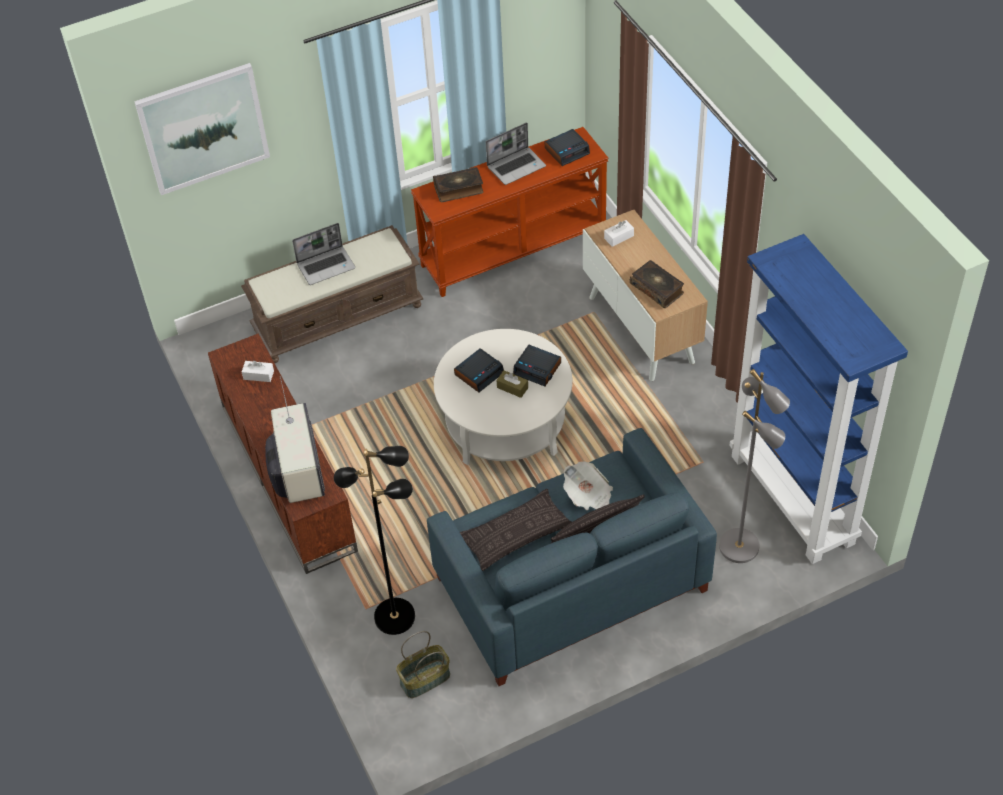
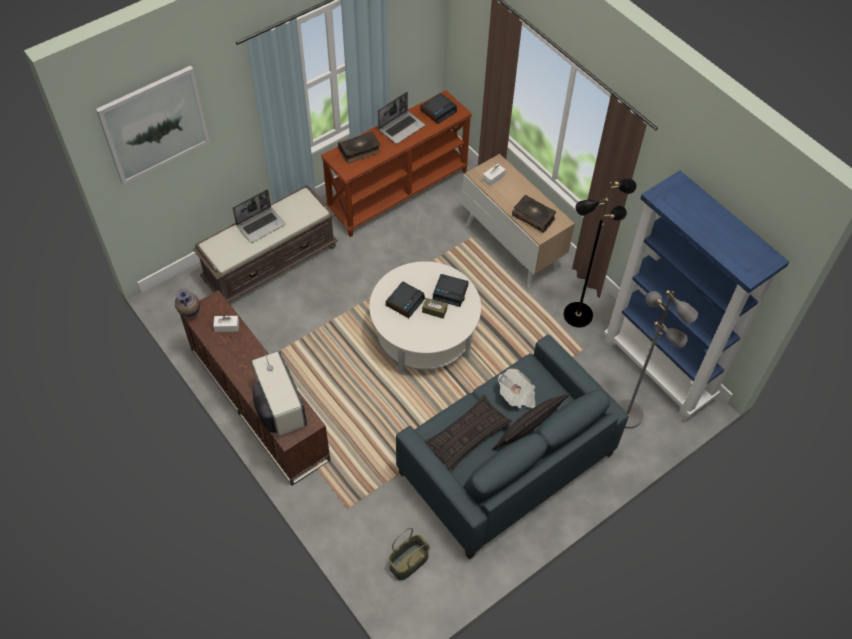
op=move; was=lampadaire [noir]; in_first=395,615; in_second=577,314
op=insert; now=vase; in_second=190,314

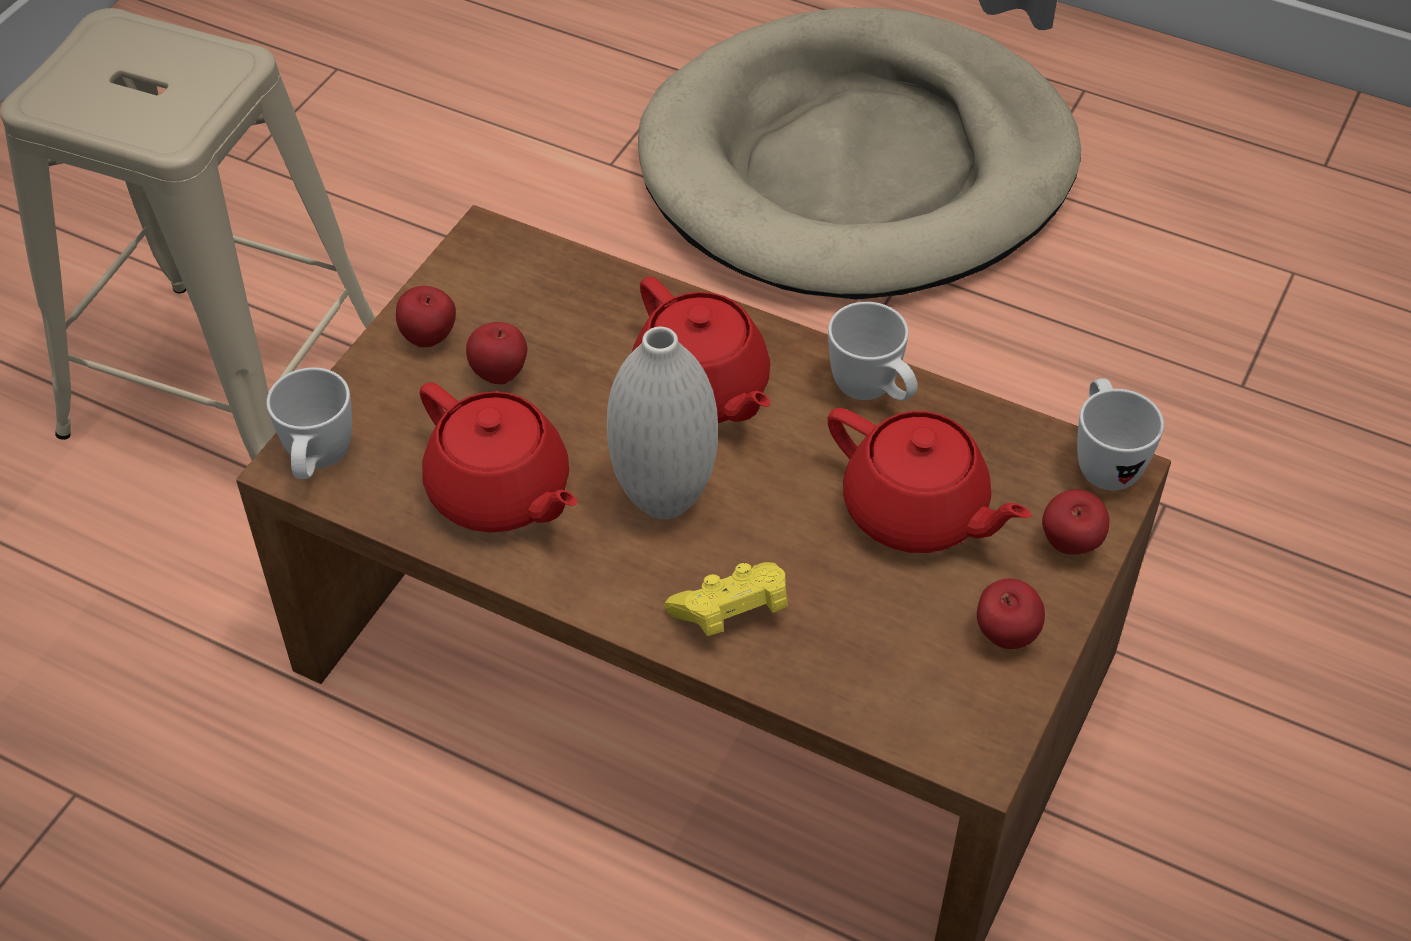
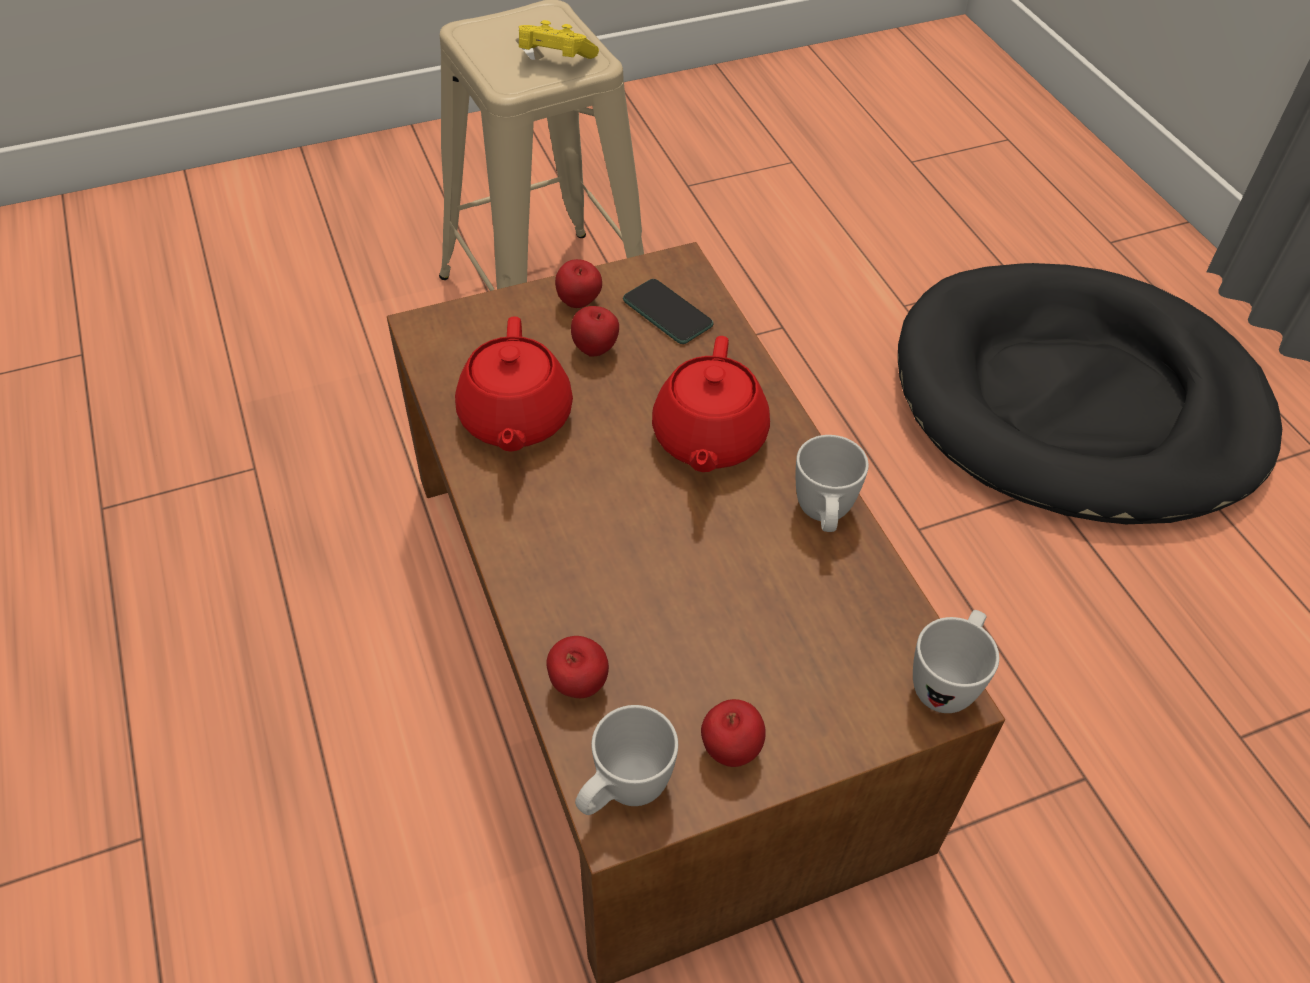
op=move; was=mug [blanc]; in_first=318,463; in_second=623,793
op=delete; was=vase [blanc]; in_first=664,500
op=recolor; was=panier pour chien [beige]; now=panier pour chien [noir]; in_first=858,168; in_second=1076,402
op=move; was=manette [jaune]; in_first=731,613; in_second=554,59
op=delete; was=théière [rouge]; in_first=917,512
op=move; was=pomme; in_first=1070,546; in_second=578,685
op=insert; now=téléphone; in_second=667,313

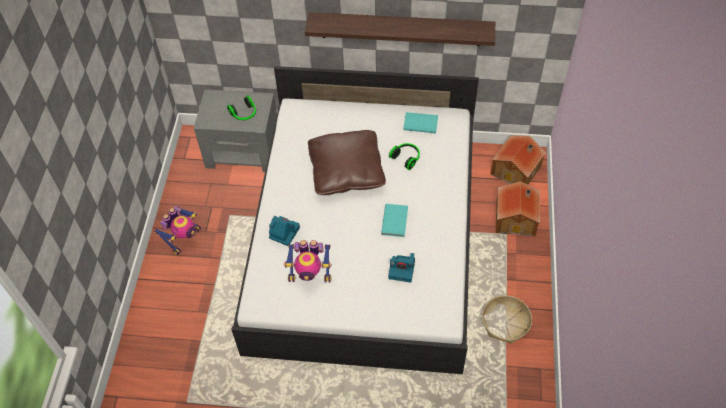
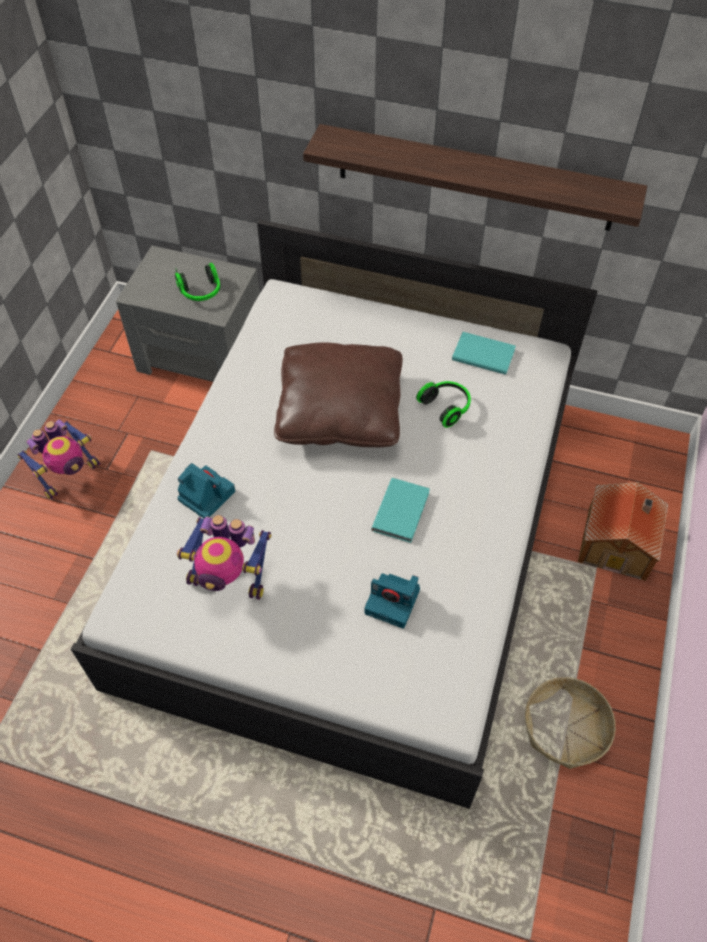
op=delete; was=maison miniature; in_first=517,170

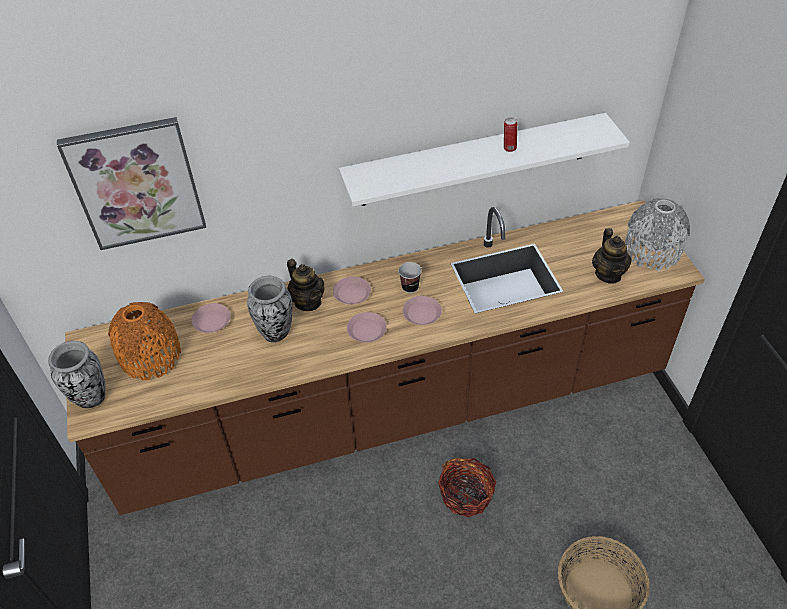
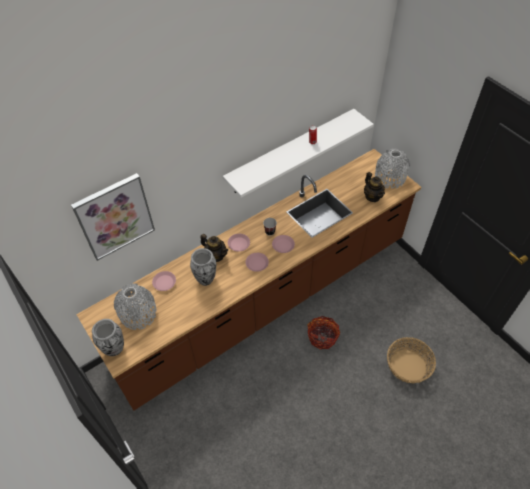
op=recolor; was=vase [orange]; now=vase [gris]; in_first=151,356; in_second=138,314

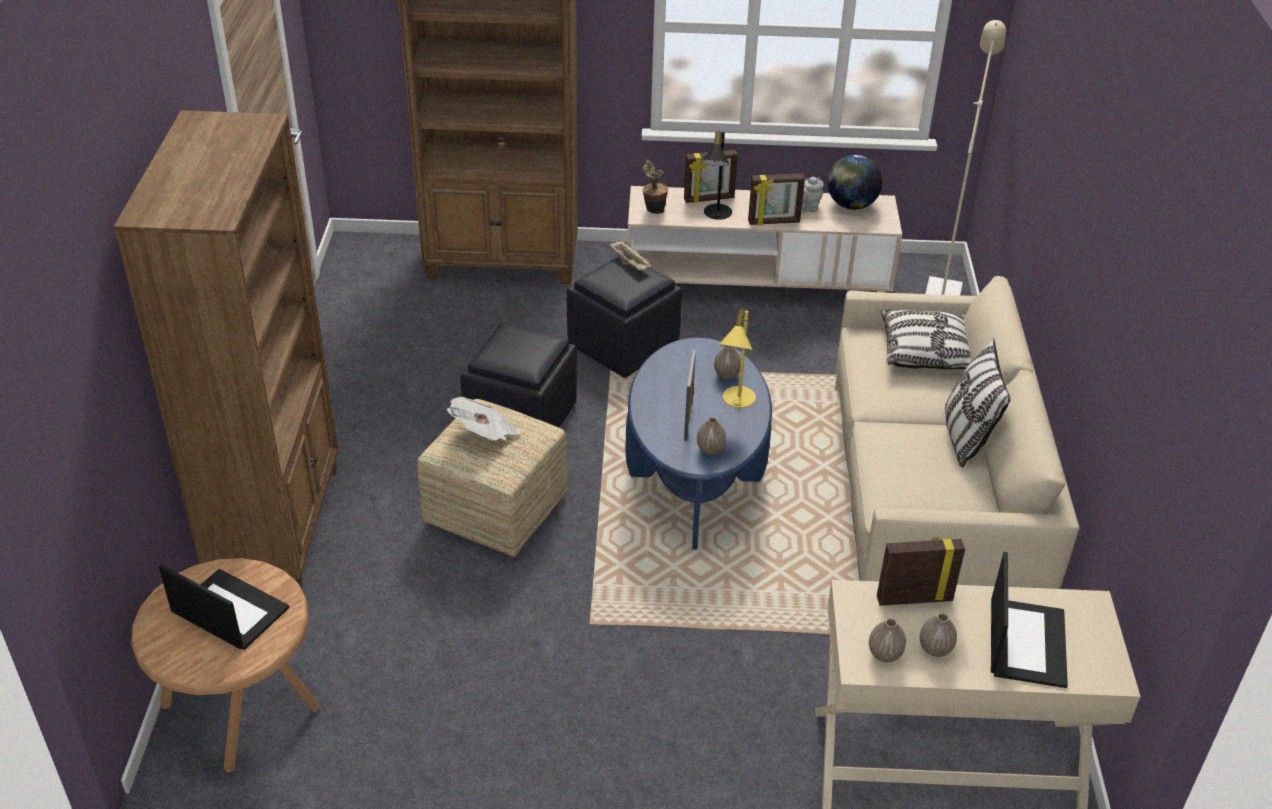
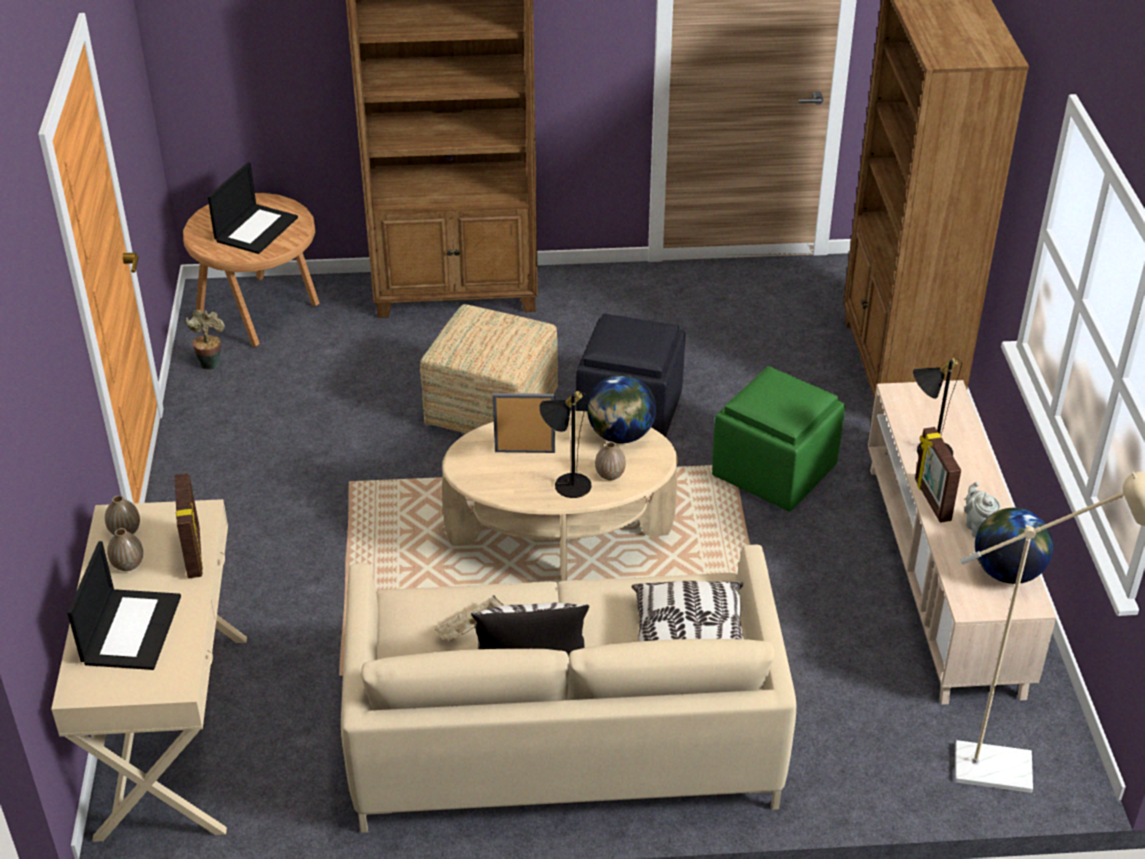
op=delete; was=journal; in_first=485,433
op=recolor; was=pouf [noir]; now=pouf [vert]; in_first=623,345; in_second=775,471
op=move; was=plateau [beige]; in_first=630,263; in_second=470,628
op=recolor; was=table basse [bleu]; now=table basse [beige]; in_first=695,478; in_second=560,540
op=move; was=plante en pot; in_first=653,210; in_second=210,362
op=delete; was=cadre photo; in_first=709,199
op=delete; was=vase; in_first=710,449
op=recolor; was=lampe de table [jaune]; now=lampe de table [noir]; in_first=735,401; in_second=566,483
op=rotate; was=ordinateur portable; in_first=1025,642; in_second=131,629; clockwise=-90
op=insert; now=globe; in_second=620,435

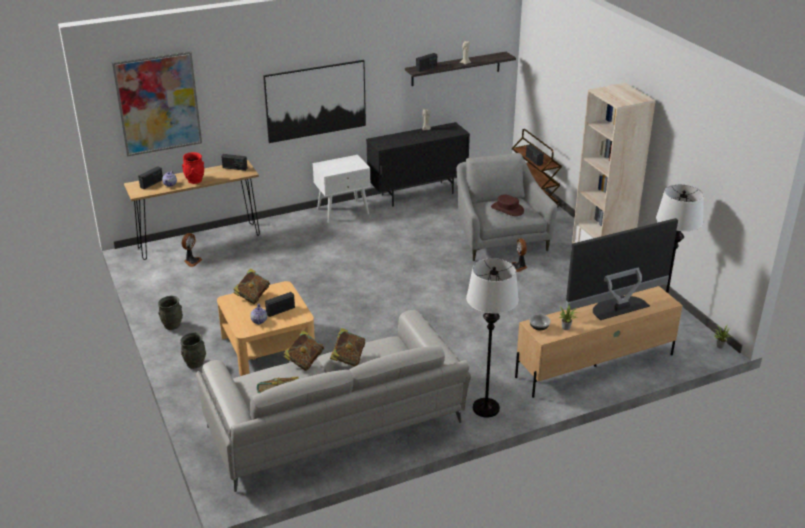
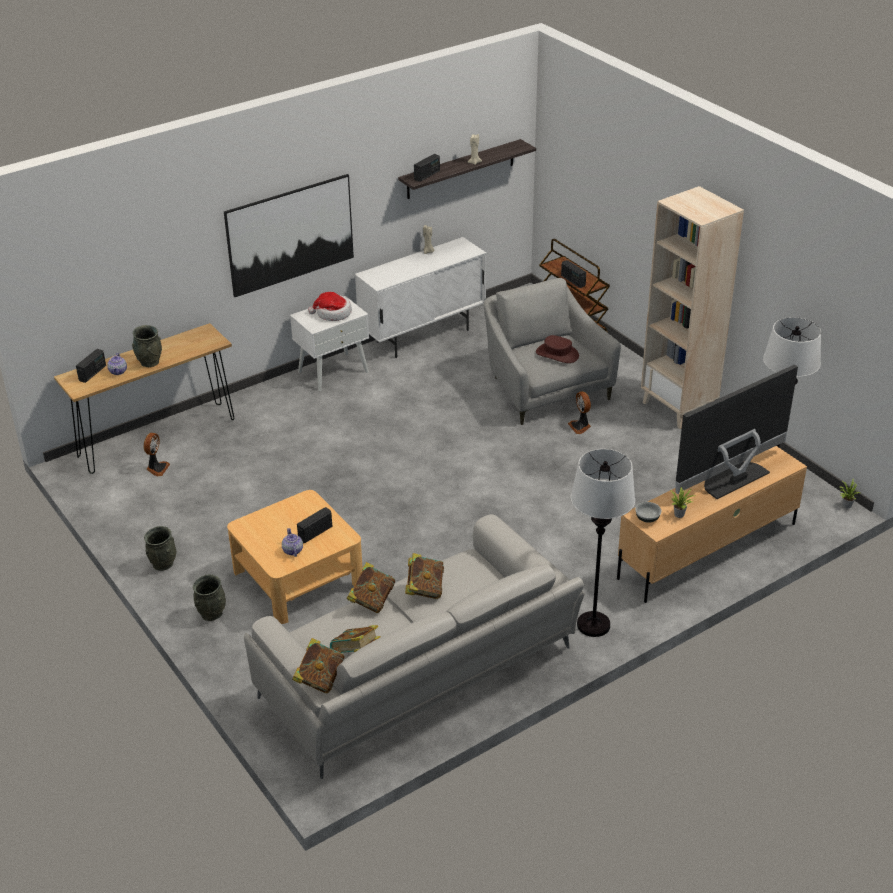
op=delete; was=tableau; in_first=158,103
op=recolor; was=vase [rouge]; now=vase [gris]; in_first=194,180; in_second=149,362
op=delete; was=radio; in_first=235,168
op=move; was=livre; in_first=253,297; in_second=319,679
op=recolor; was=meuble de rangement [noir]; now=meuble de rangement [blanc]; in_first=417,194; in_second=423,336
op=insert; now=chapeau; in_second=332,313

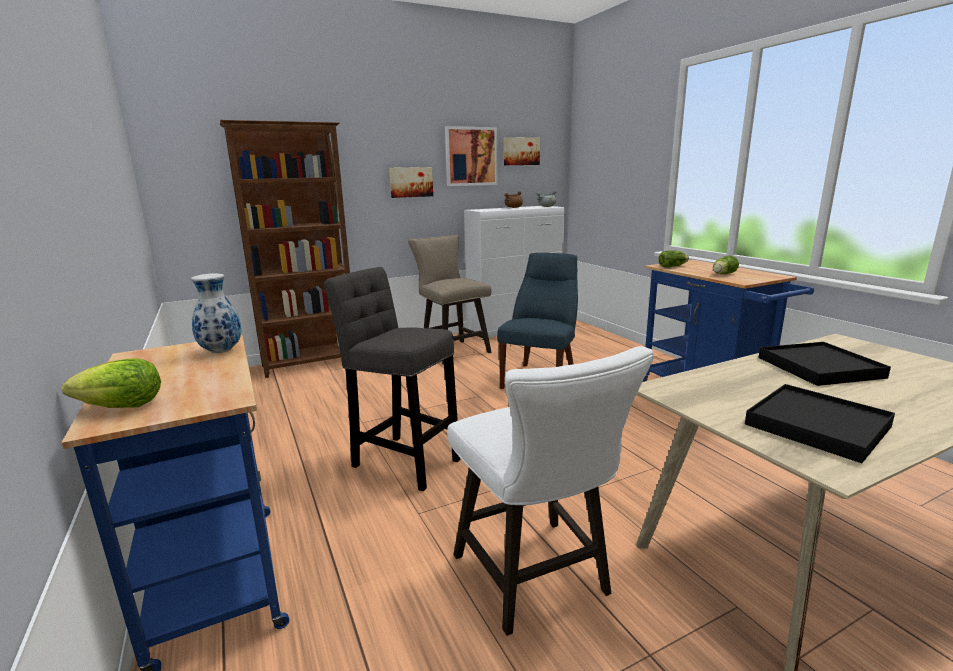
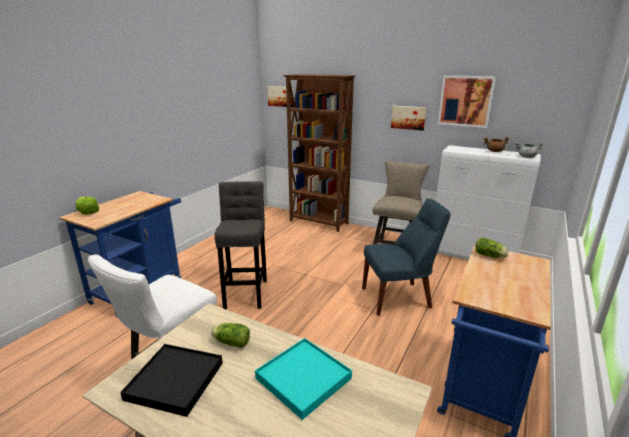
op=delete; was=vase; in_first=222,351
op=move; was=tableau; in_first=521,151; in_second=281,96
op=move; was=laitue; in_first=723,274; in_second=230,342
op=recolor; was=plateau [noir]; now=plateau [turquoise]; in_first=819,367; in_second=303,378

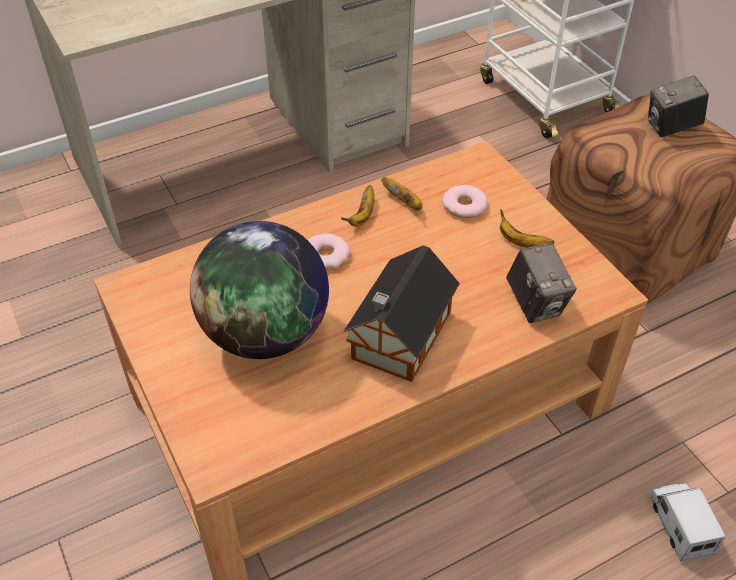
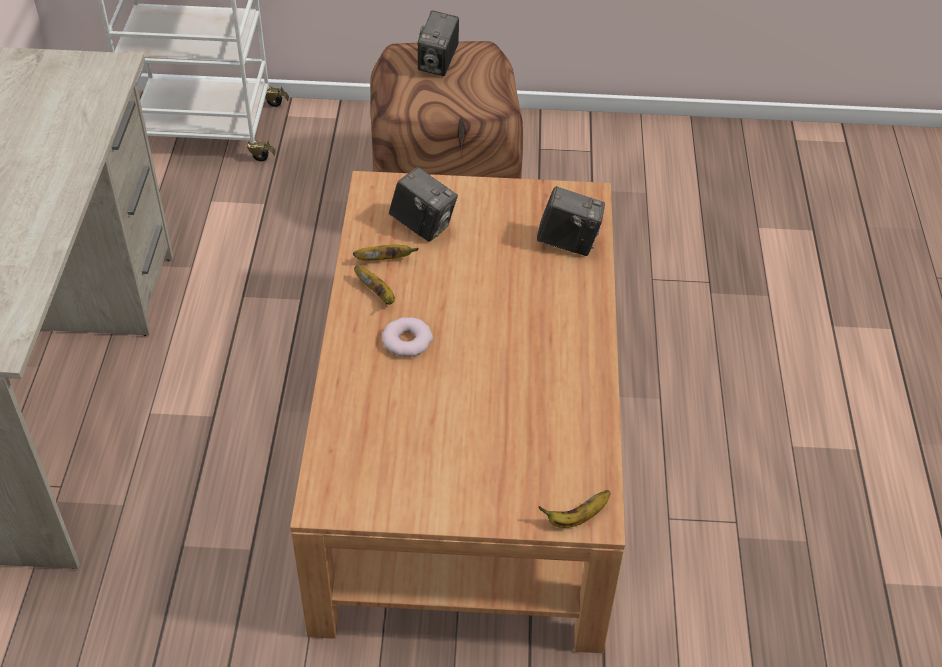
op=delete; was=globe; in_first=266,334
op=delete; was=maison miniature; in_first=398,338
op=replace; was=beignet; now=appareil photo; in_first=464,205; in_second=423,225
op=move; was=banane; in_first=521,243; in_second=576,518
op=delete; was=camion jouet; in_first=680,526

